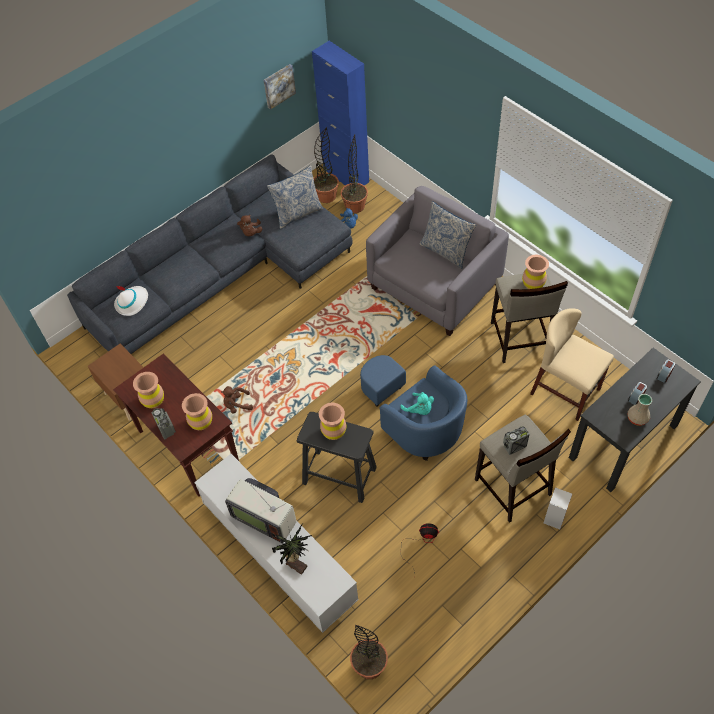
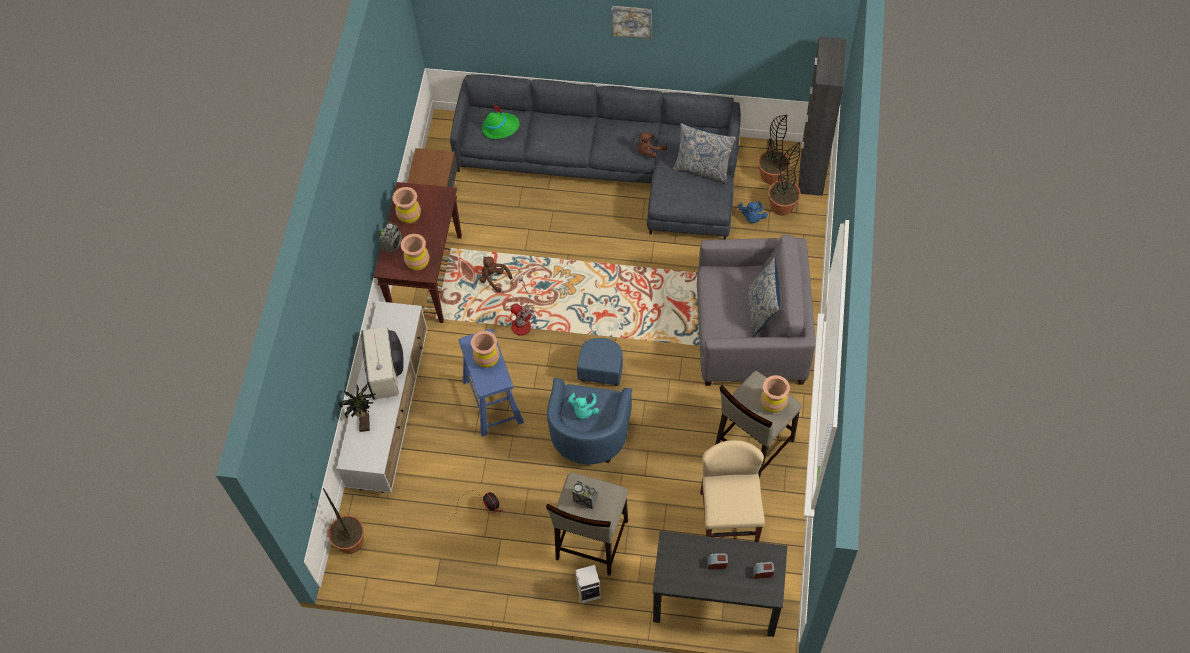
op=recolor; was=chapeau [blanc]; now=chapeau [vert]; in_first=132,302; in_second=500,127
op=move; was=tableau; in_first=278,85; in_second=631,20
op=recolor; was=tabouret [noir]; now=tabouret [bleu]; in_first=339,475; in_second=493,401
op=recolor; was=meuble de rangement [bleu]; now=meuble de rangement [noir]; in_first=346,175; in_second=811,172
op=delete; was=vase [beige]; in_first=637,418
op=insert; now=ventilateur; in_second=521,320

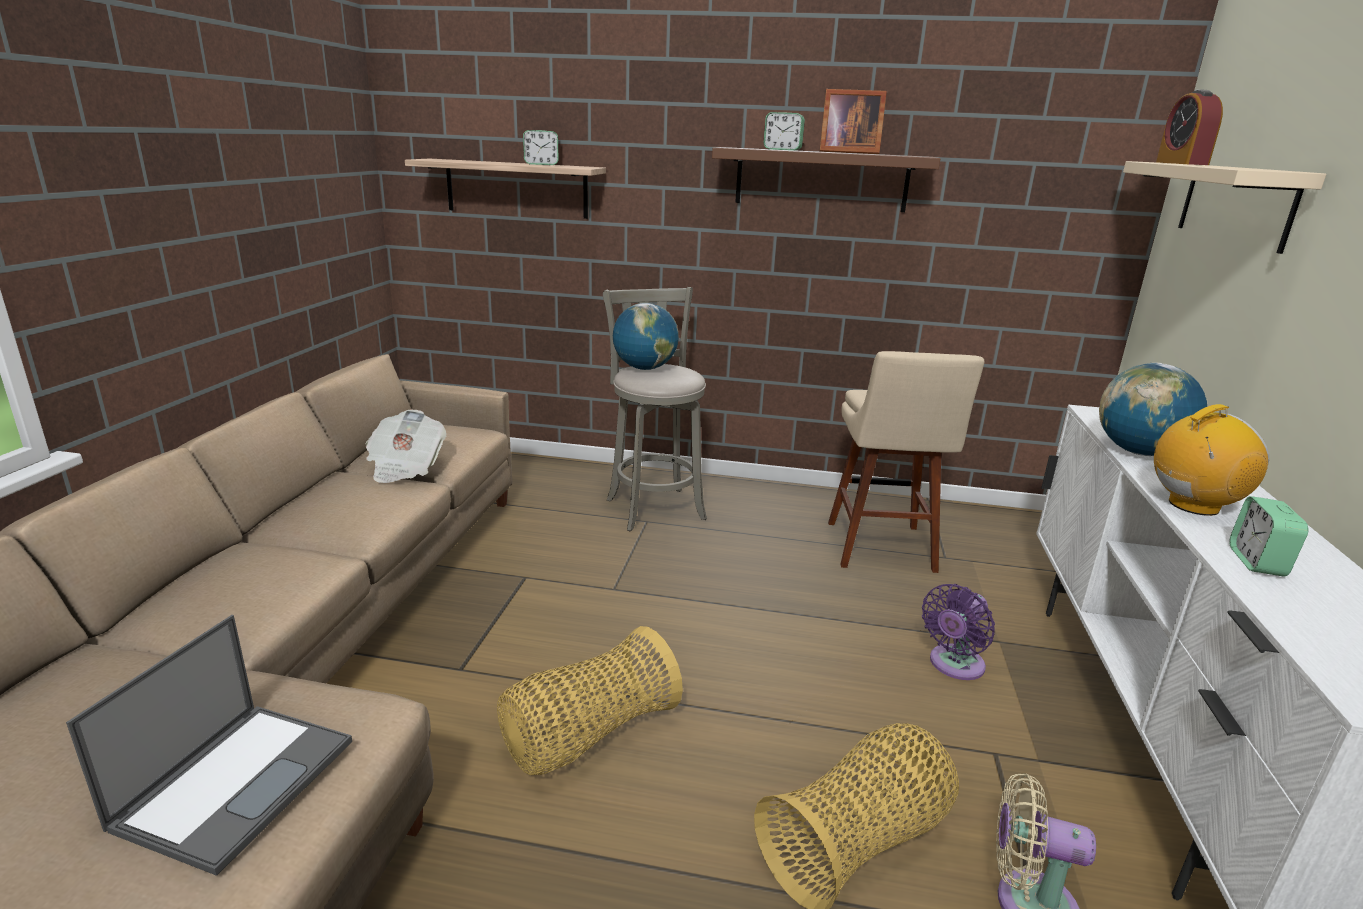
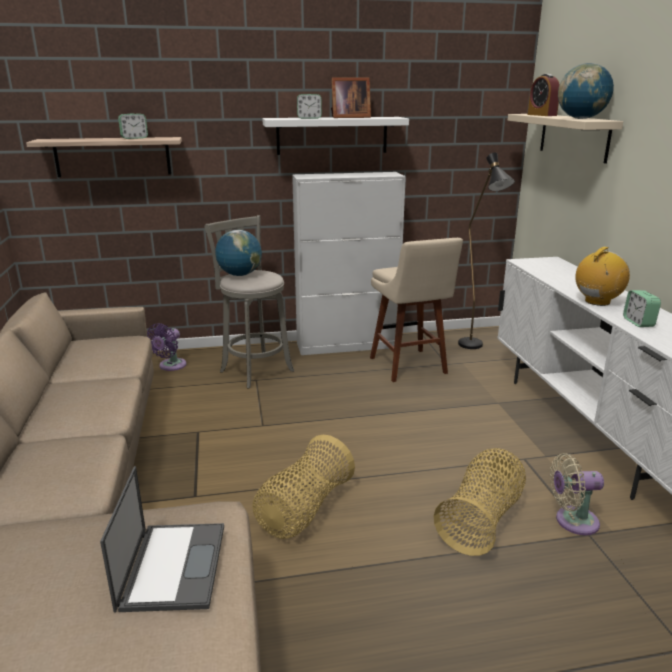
op=delete; was=journal; in_first=405,467
op=recolor; was=étagère [marron]; now=étagère [blanc]; in_first=821,179; in_second=332,135
op=move; was=ventilateur [violet]; in_first=953,665; in_second=170,366
op=move; was=globe; in_first=1139,452; in_second=581,119
op=insert; now=meuble de rangement [blanc]; in_second=347,345
op=insert; now=lampadaire [noir]; in_second=475,348

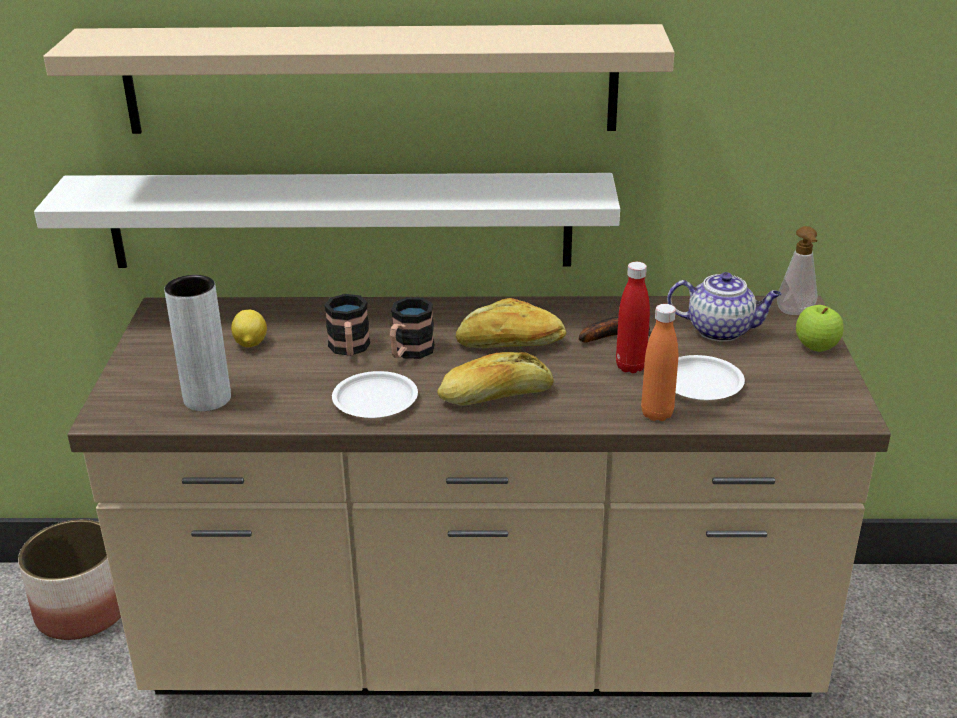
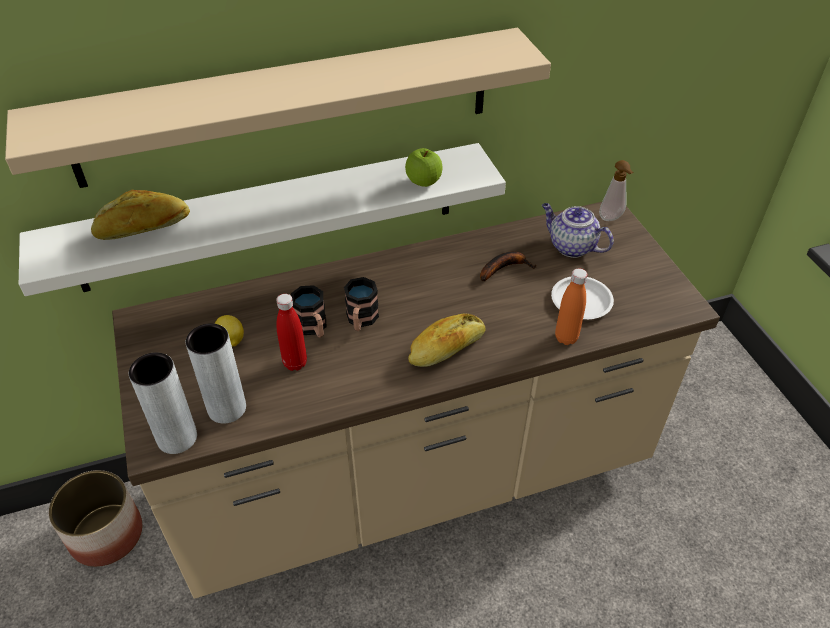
op=delete; was=assiette [blanc]; in_first=376,400
op=move; was=pain; in_first=510,344; in_second=143,228
op=move; was=bouteille [rouge]; in_first=630,367; in_second=295,363
op=rotate; was=théière; in_first=721,330; in_second=571,246; clockwise=-135
op=move; was=pomme; in_first=816,347; in_second=423,182
op=insert; now=vase [gris]; in_second=177,437

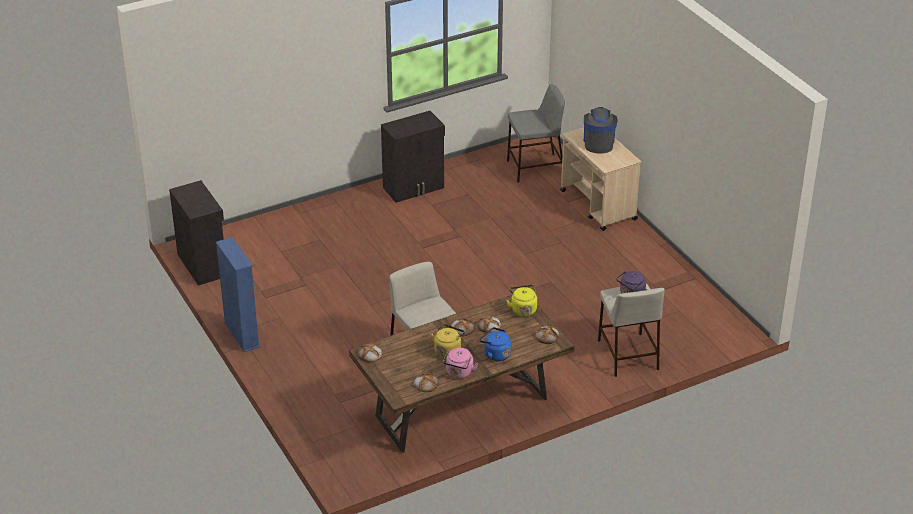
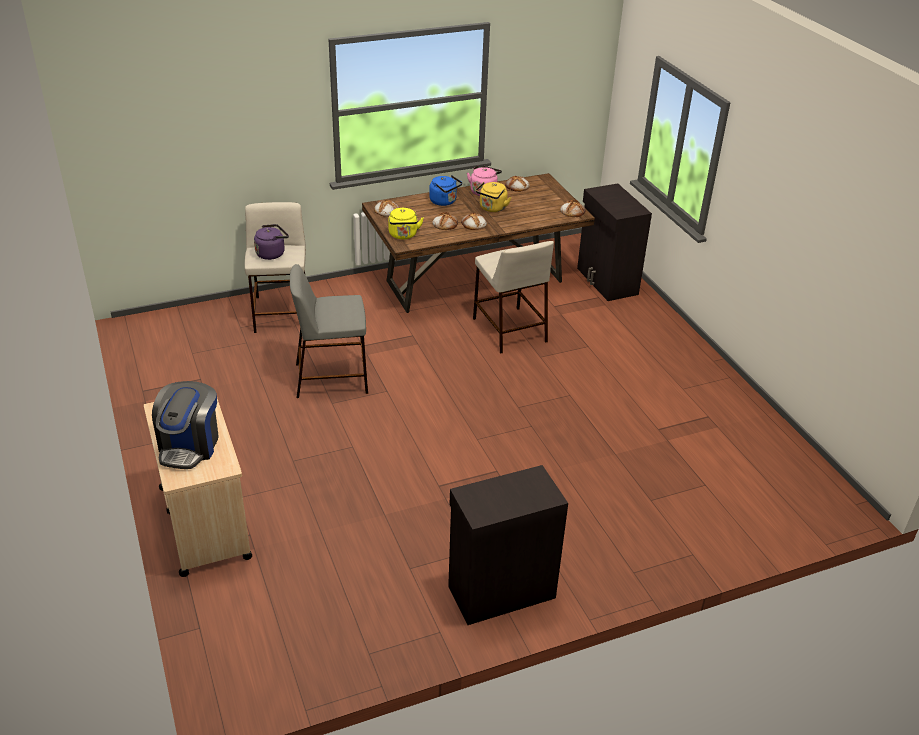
op=move; was=meuble de rangement [noir]; in_first=203,264; in_second=606,281
op=delete; was=bibliothèque [bleu]; in_first=242,335
op=move; was=tabouret [gris]; in_first=535,168; in_second=332,378

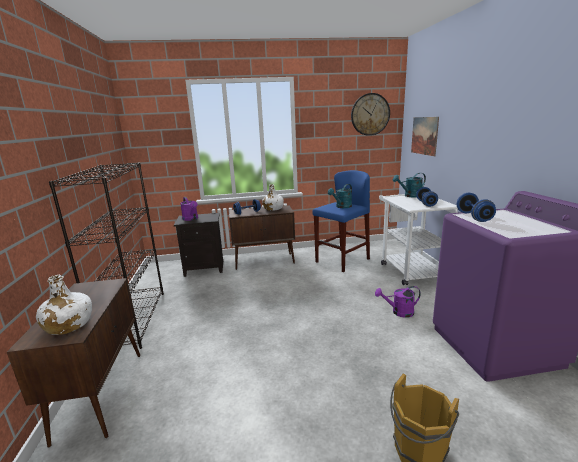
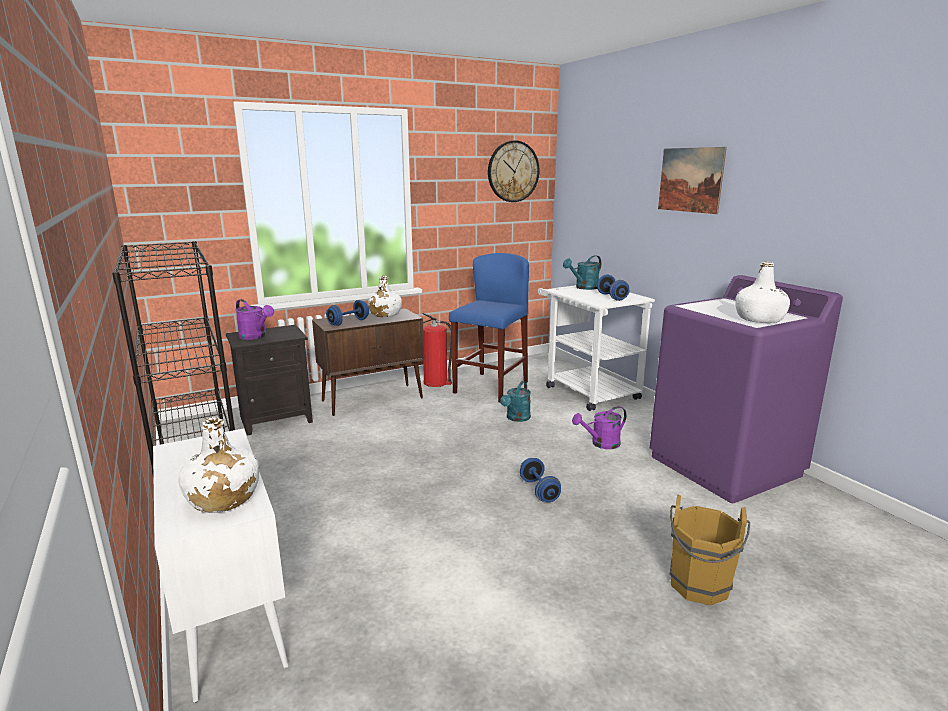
op=recolor; was=meuble de rangement [marron]; now=meuble de rangement [blanc]; in_first=101,393; in_second=230,617
op=move; was=arrosoir [turquoise]; in_first=342,207; in_second=516,418
op=move; was=tableau; in_first=424,135; in_second=690,180
op=move; was=haltère [bleu]; in_first=473,217; in_second=539,490
op=insert; now=extincteur; in_second=436,382
op=insert; now=bouteille [blanc]; in_second=759,319

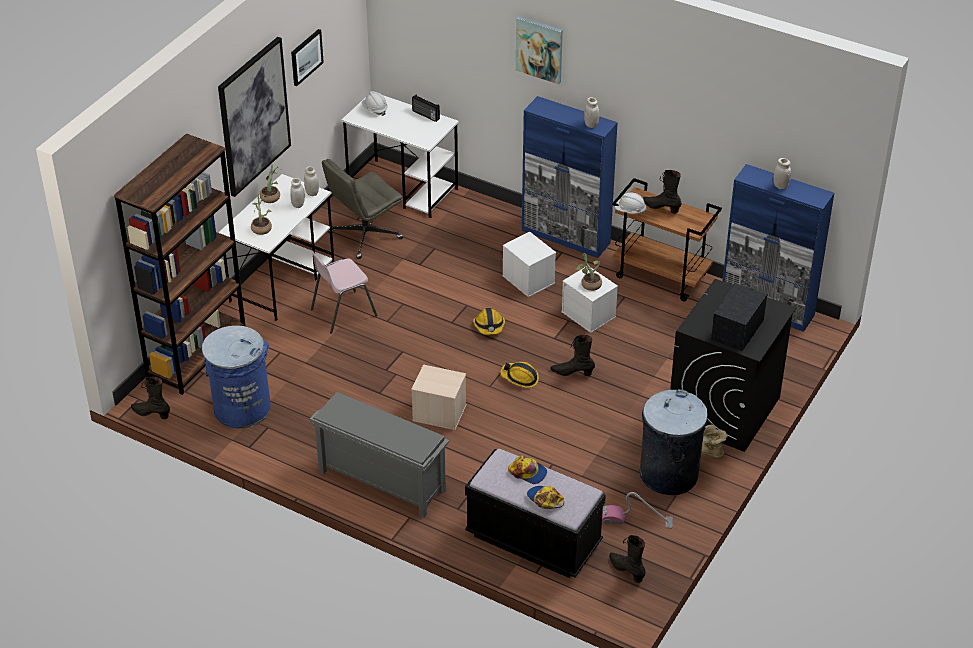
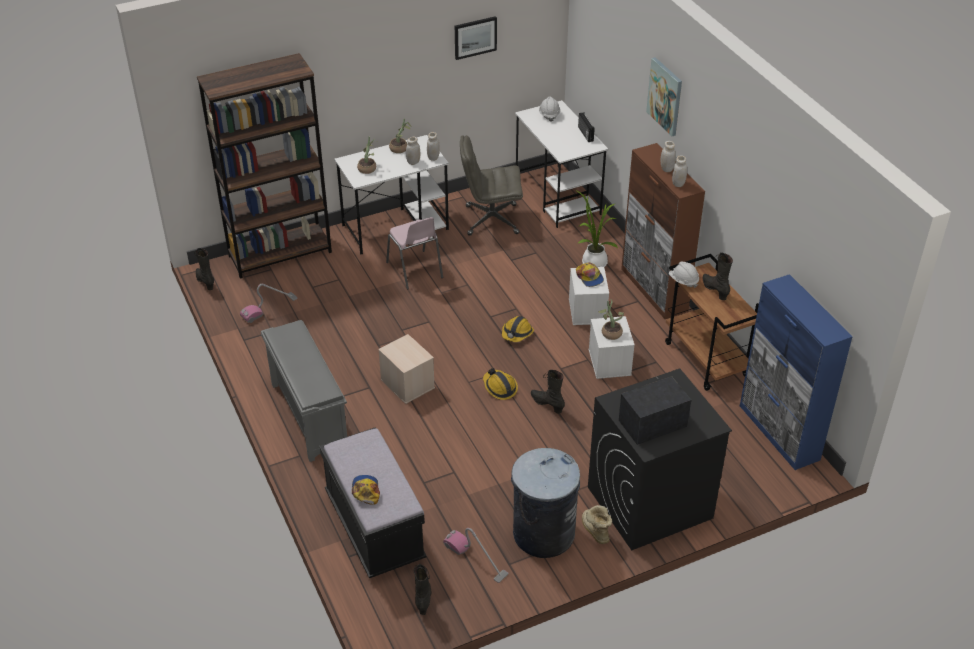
op=replace; was=poubelle [bleu]; now=aspirateur; in_first=242,408; in_second=269,308
op=delete; was=tableau; in_first=254,116
op=rotate; was=chaise [rose]; in_first=342,312; in_second=415,270; clockwise=-120
op=move; was=casquette; in_first=528,472; in_second=589,277
op=recolor; was=meuble de rangement [bleu]; now=meuble de rangement [marron]; in_first=566,237; in_second=654,290
op=move; was=bocal [blanc]; in_first=780,186; in_second=666,169
op=insert; now=plante en pot; in_second=593,261

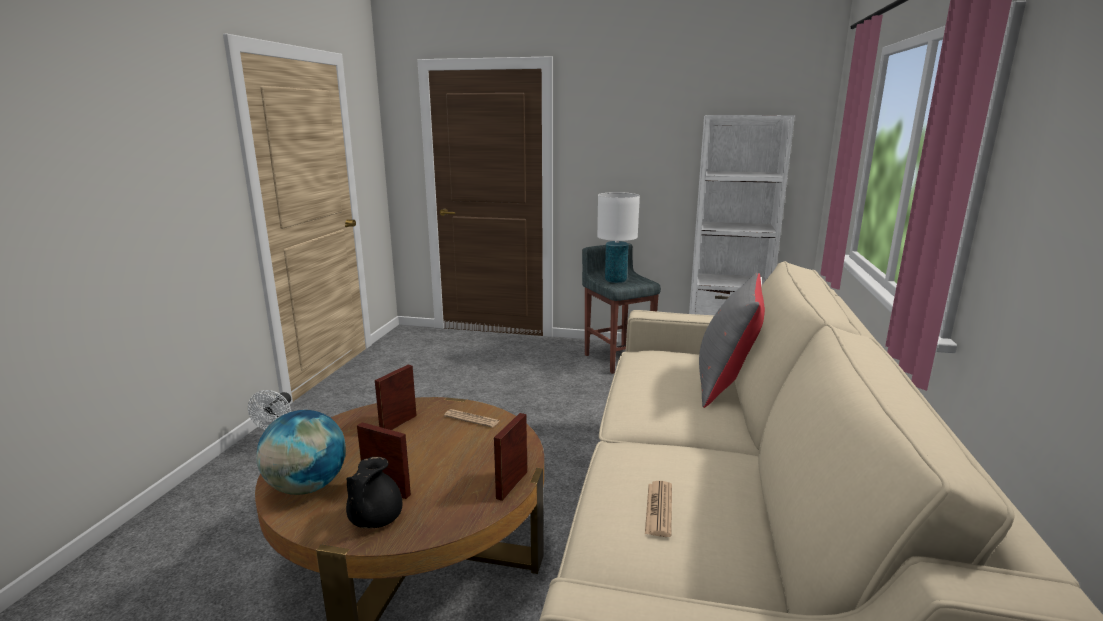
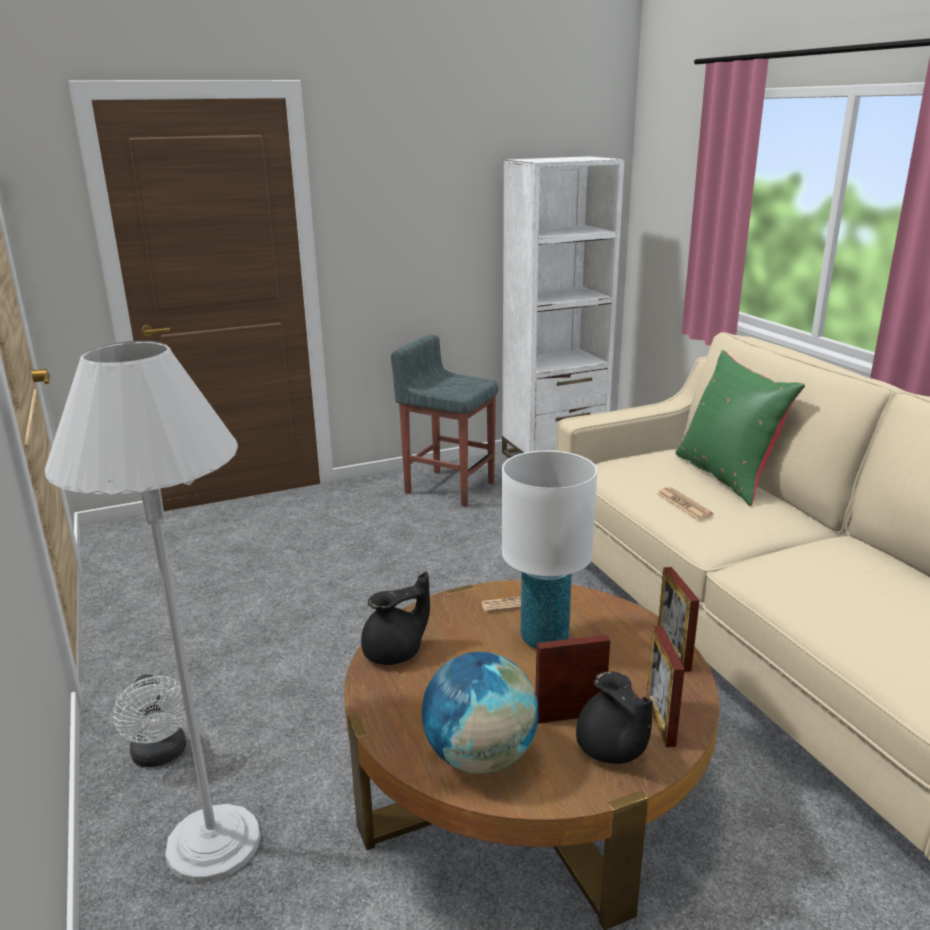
op=move; was=cadre photo; in_first=398,424; in_second=660,722
op=move; was=lampe de table [blanc]; in_first=615,280; in_second=544,639
op=move; was=journal; in_first=659,509; in_second=684,504
op=recolor; was=coussin [gris]; now=coussin [vert]; in_first=726,384; in_second=727,476
op=insert; now=lampadaire [blanc]; in_second=213,843
op=insert; now=théière [noir]; in_second=395,652

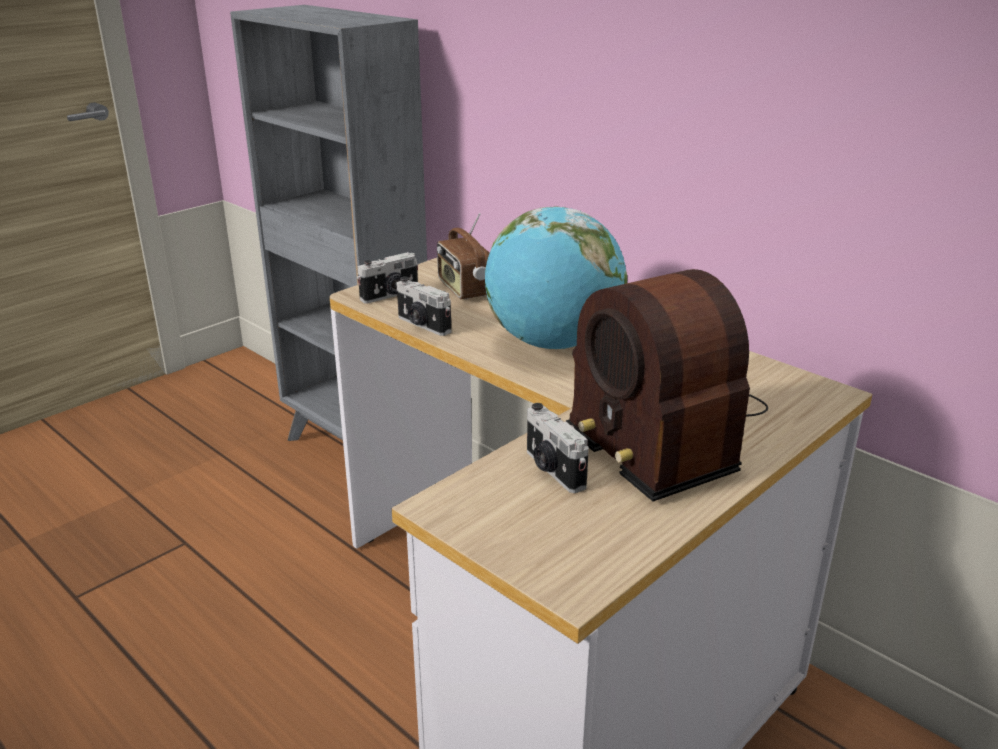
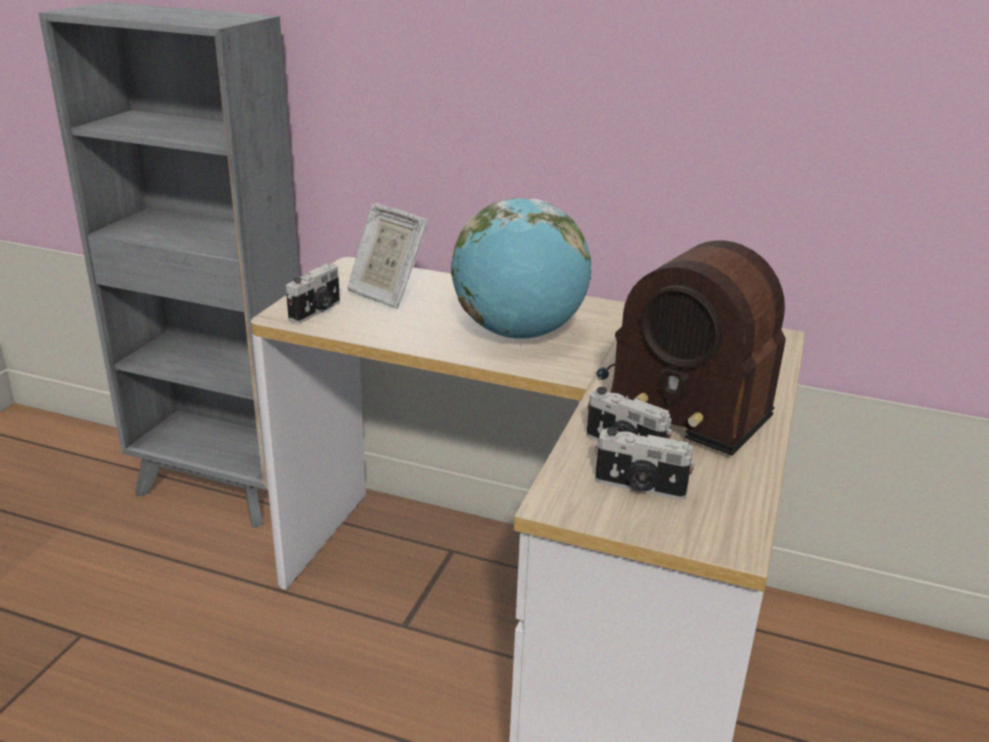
op=move; was=appareil photo; in_first=422,325; in_second=639,487
op=replace; was=radio; now=cadre photo; in_first=464,289; in_second=386,294

